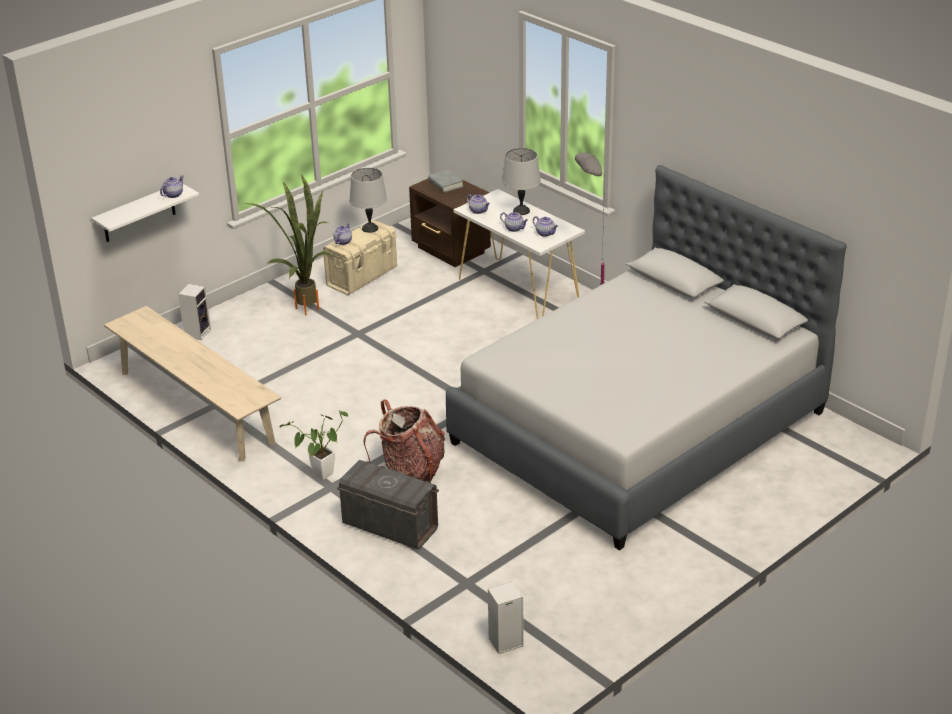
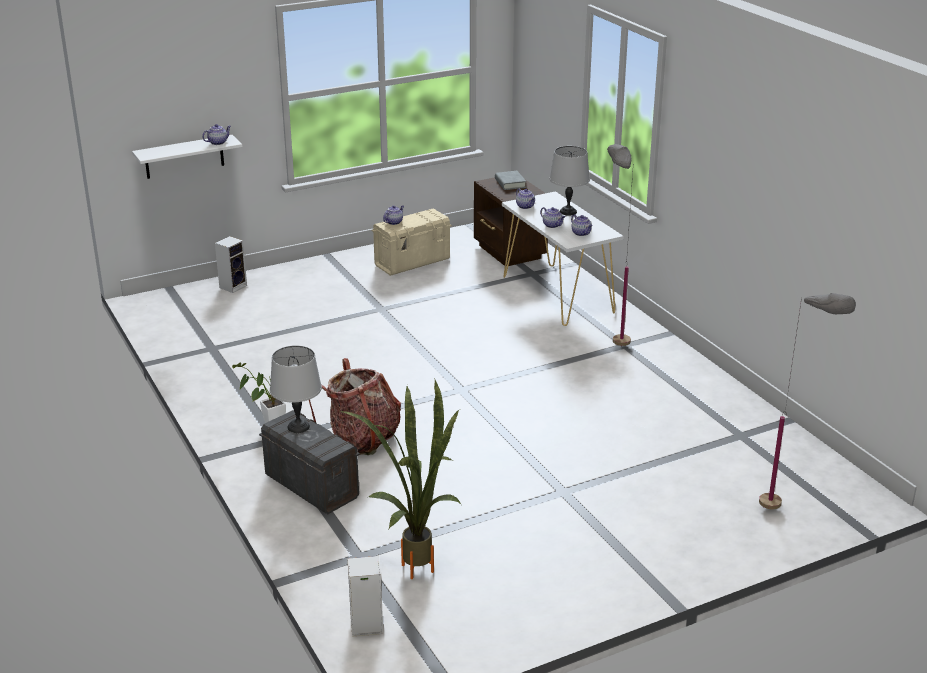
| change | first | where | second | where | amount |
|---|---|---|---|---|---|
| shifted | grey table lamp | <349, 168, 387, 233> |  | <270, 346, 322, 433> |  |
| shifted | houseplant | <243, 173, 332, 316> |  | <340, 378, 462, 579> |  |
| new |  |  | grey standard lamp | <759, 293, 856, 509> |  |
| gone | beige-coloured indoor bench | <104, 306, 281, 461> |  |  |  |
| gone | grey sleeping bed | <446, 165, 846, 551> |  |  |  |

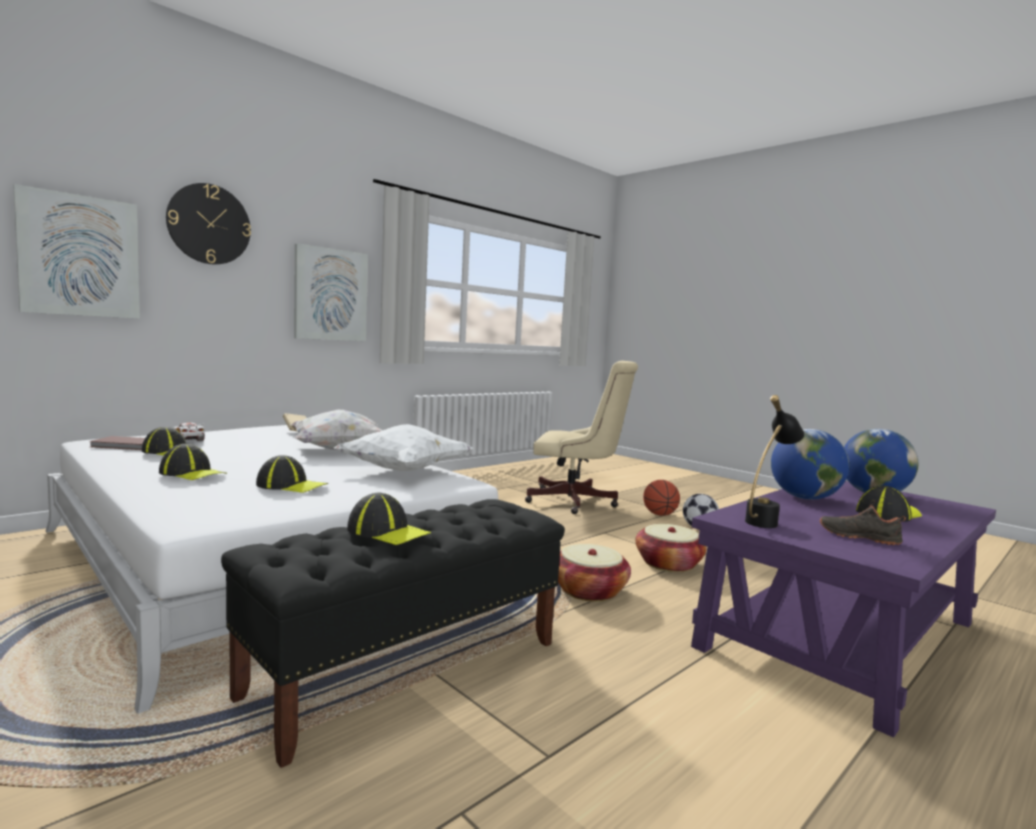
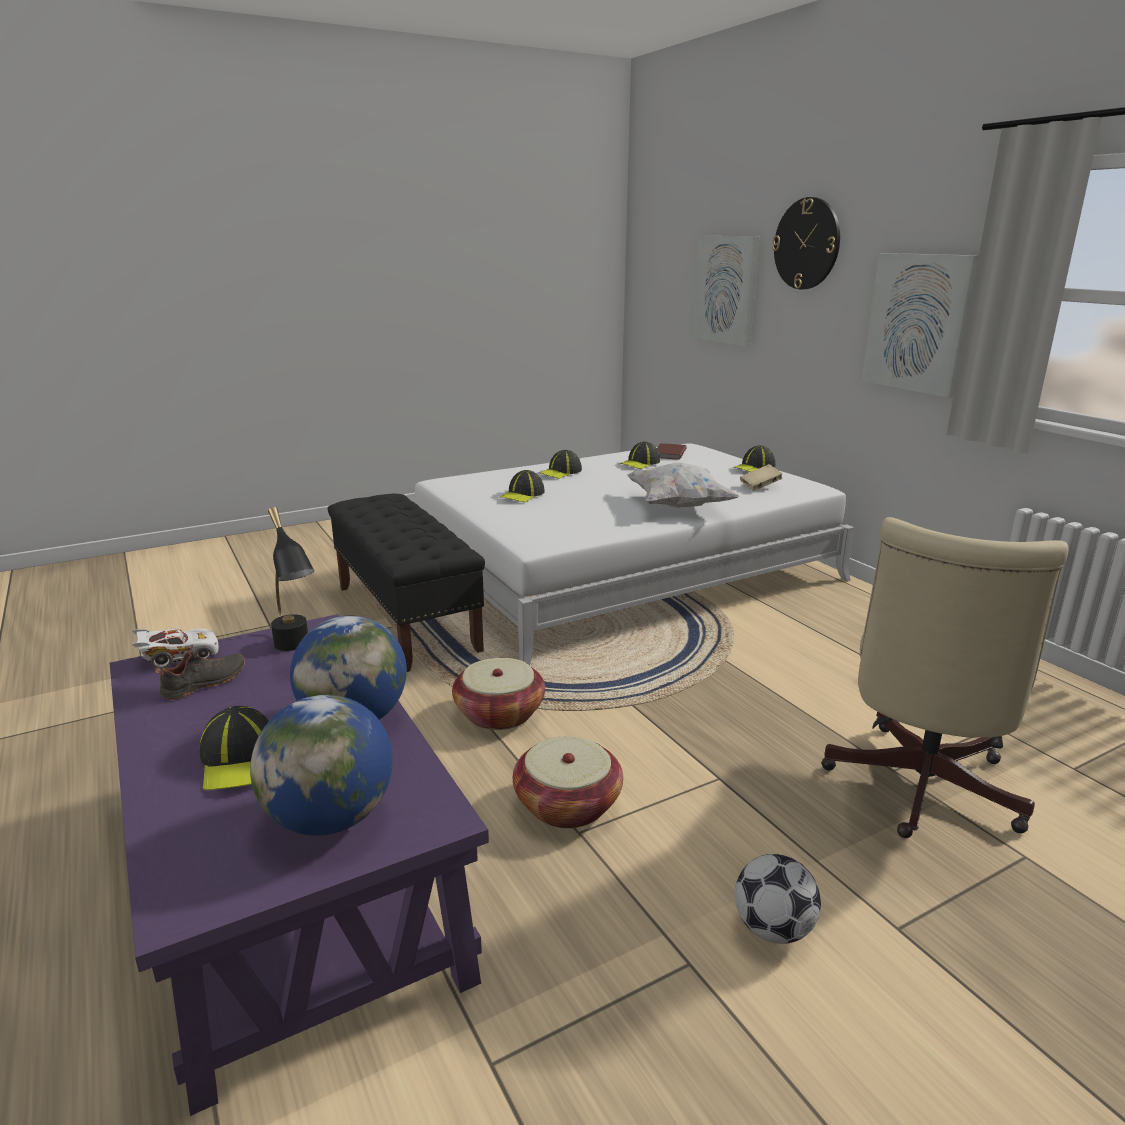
| change | first | where | second | where | amount |
|---|---|---|---|---|---|
| shifted | whitish miniature car | <173, 423, 205, 441> |  | <132, 628, 219, 669> |  |
| shifted | peaked cap | <347, 493, 431, 545> |  | <733, 445, 775, 472> |  |
| gone | whitish pillow | <333, 424, 474, 471> |  |  |  |
| gone | basketball | <643, 480, 680, 516> |  |  |  |

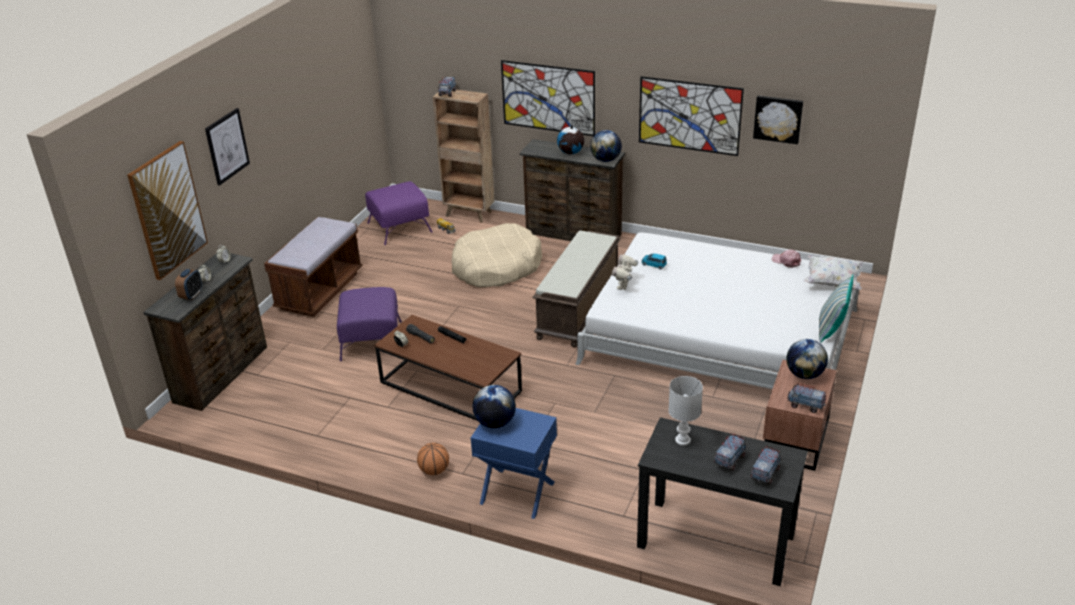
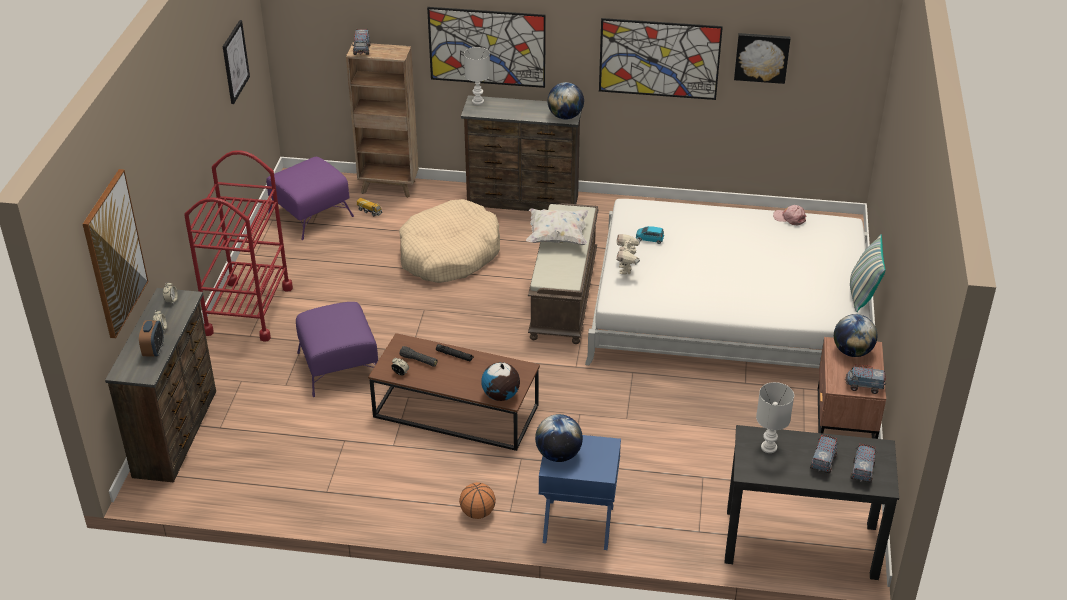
| change | first | where | second | where | amount |
|---|---|---|---|---|---|
| swapped | brown-coloured indoor bench | <264, 217, 363, 317> | reddish trolley | <184, 150, 293, 342> |  |
| shifted | picture | <205, 108, 250, 186> |  | <223, 20, 250, 104> |  |
| new |  |  | whitish table lamp | <464, 47, 490, 105> |  |
| shifted | desk globe | <557, 125, 584, 154> |  | <481, 362, 520, 401> |  |
| shifted | whitish pillow | <804, 255, 864, 290> |  | <526, 209, 589, 245> |  |

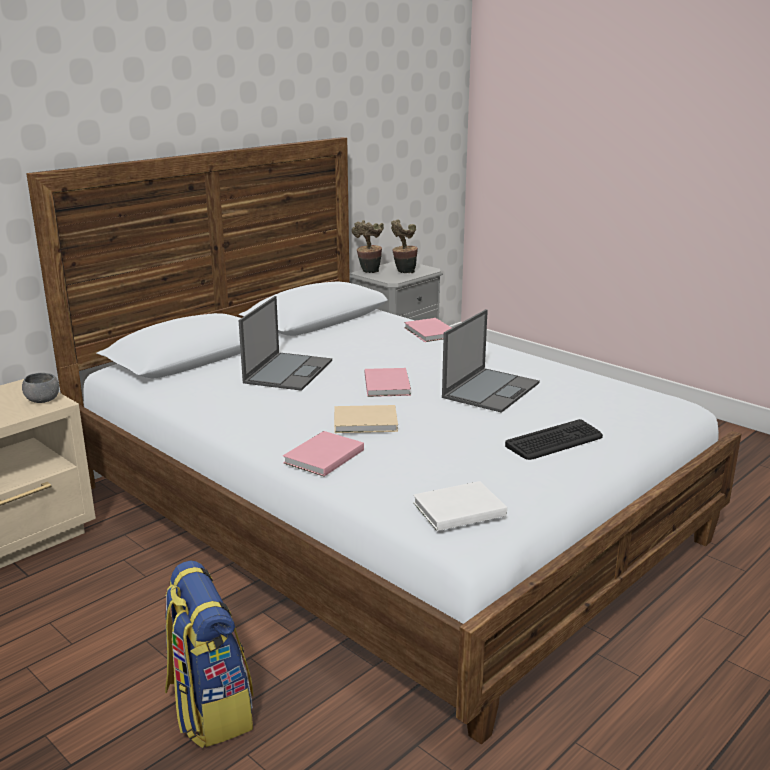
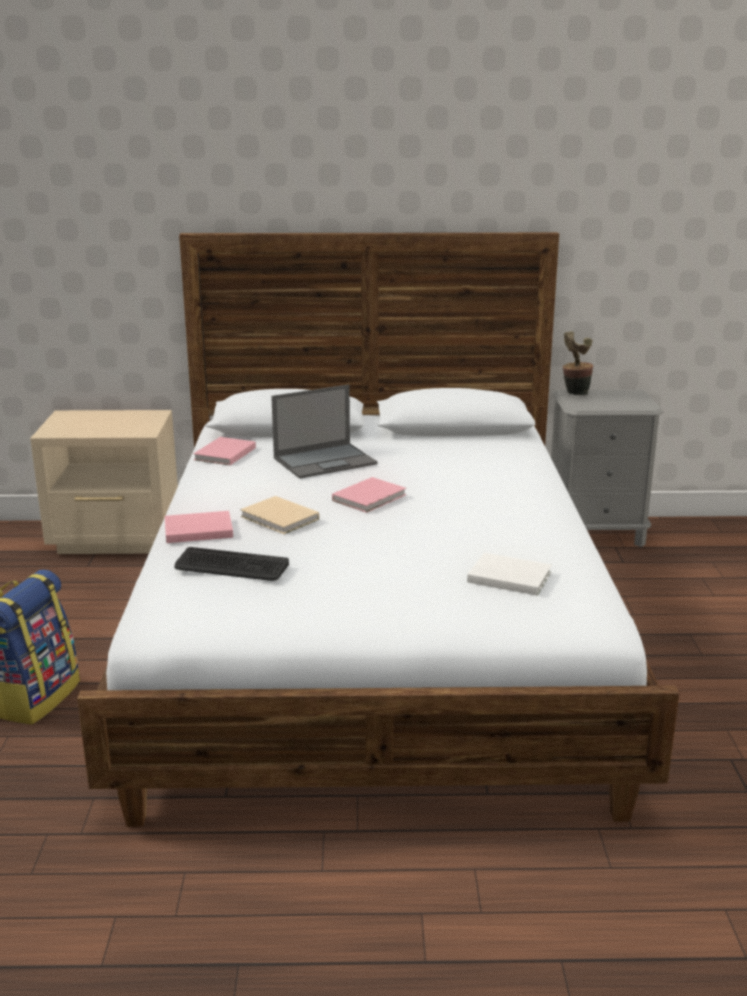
| change | first | where | second | where | amount |
|---|---|---|---|---|---|
| shifted | keyboard | <505, 419, 603, 460> |  | <175, 547, 289, 581> |  |
| shifted | pink-coloured volume | <404, 318, 451, 342> |  | <193, 437, 256, 465> |  |
| shifted | whitish volume | <413, 481, 507, 531> |  | <467, 553, 552, 596> |  |
| gone | grey bowl | <22, 373, 59, 403> |  |  |  |
| gone | houseplant | <391, 219, 418, 273> |  |  |  |
| gone | portable computer | <442, 309, 540, 413> |  |  |  |

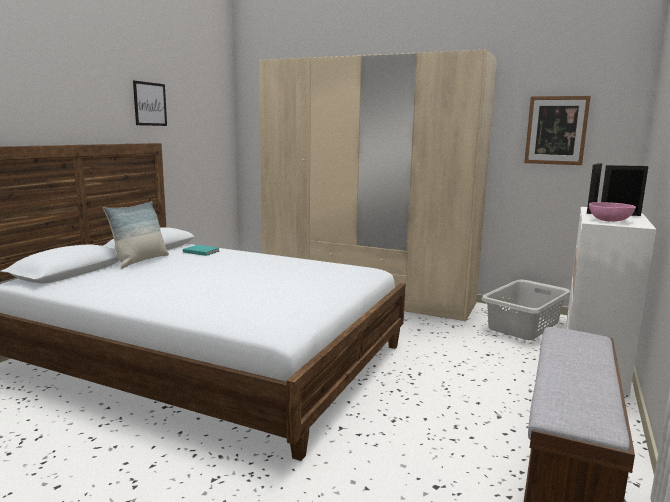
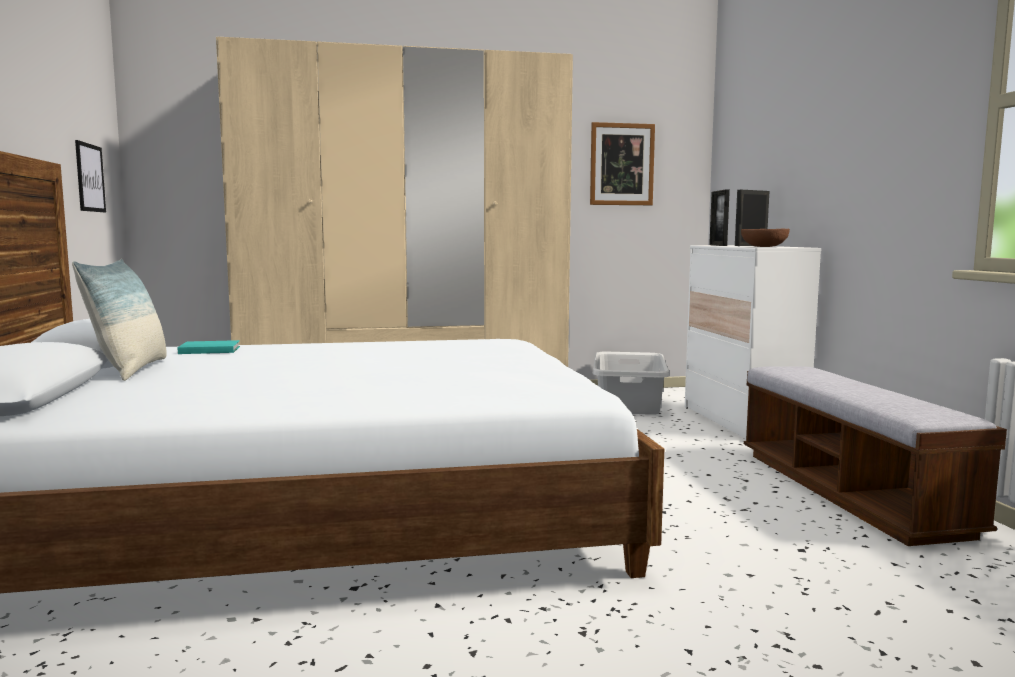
| change | first | where | second | where | amount |
|---|---|---|---|---|---|
| shifted | picture | <133, 81, 167, 126> |  | <75, 140, 106, 212> |  |
| repainted | pink-coloured bowl | <589, 202, 636, 222> | brown-coloured bowl | <741, 229, 790, 247> |  |

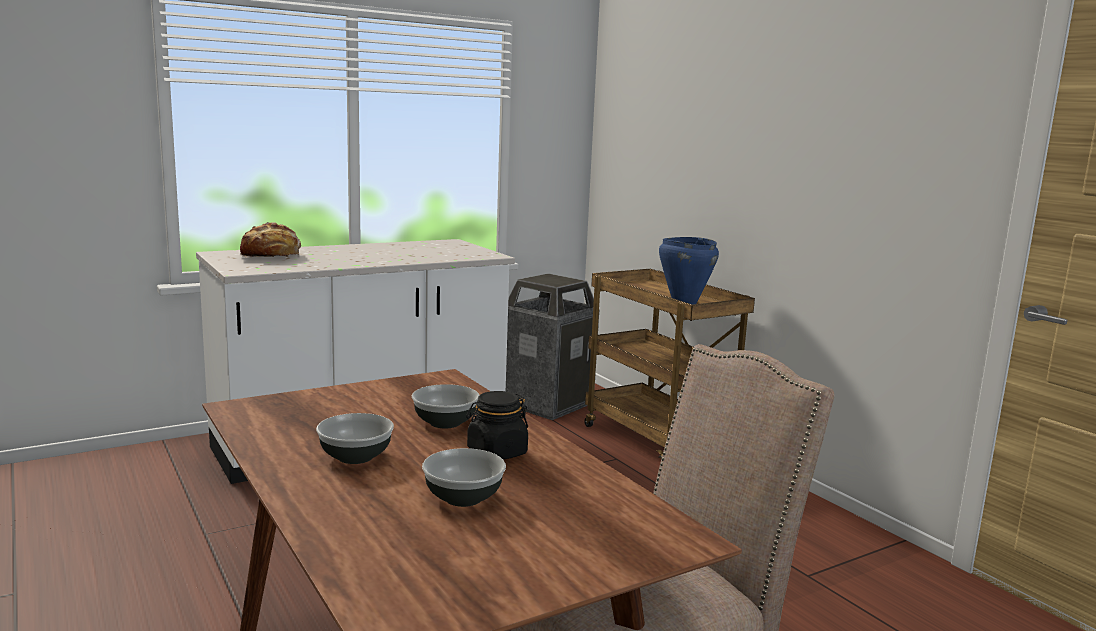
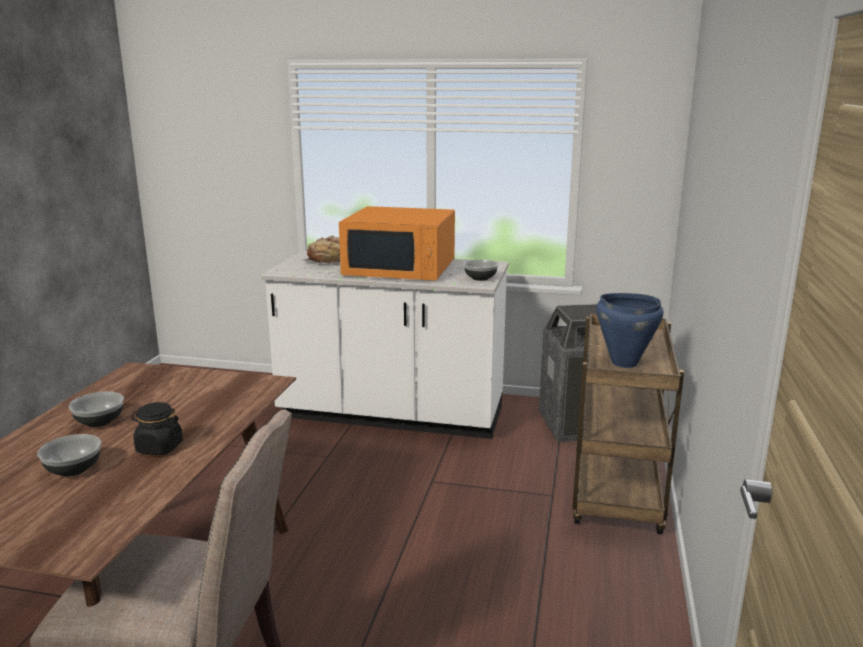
| change | first | where | second | where | amount |
|---|---|---|---|---|---|
| new |  |  | orange kitchen microwave | <339, 206, 455, 281> |  |
| shifted | bowl | <412, 384, 480, 429> |  | <463, 259, 499, 281> |  |

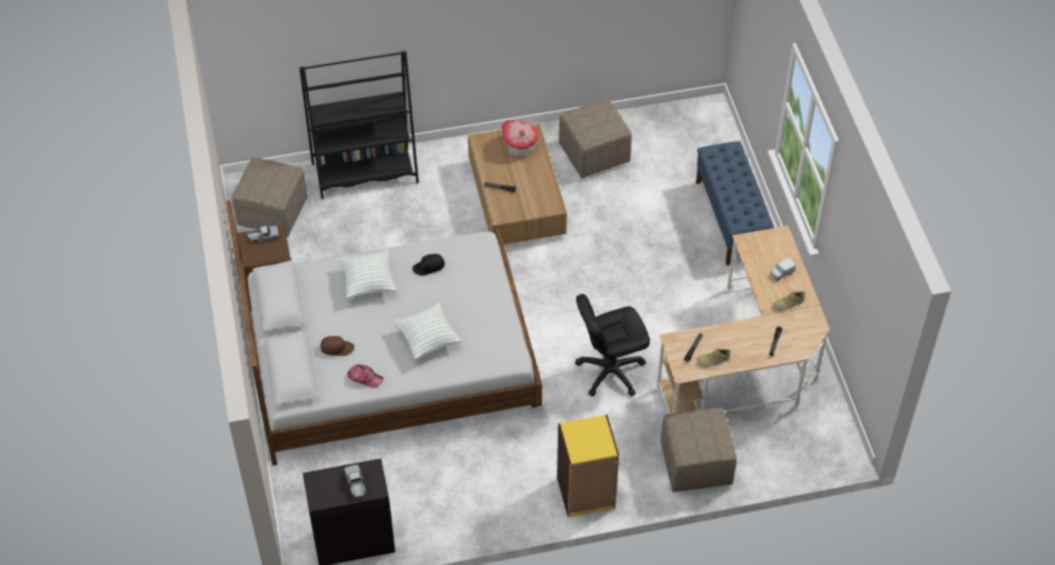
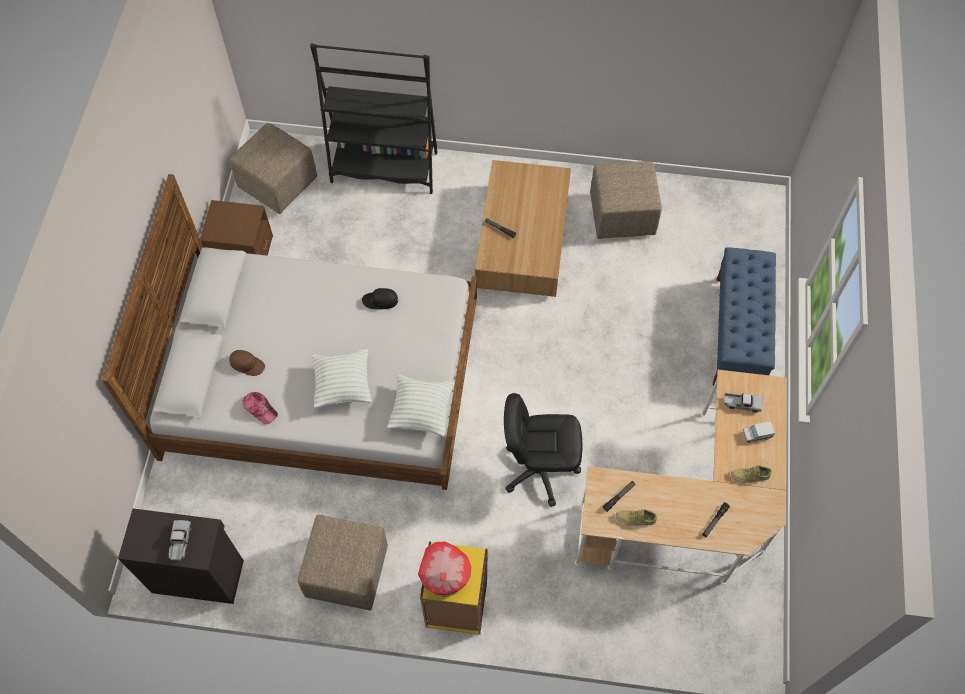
| change | first | where | second | where | amount |
|---|---|---|---|---|---|
| shifted | beige-coloured ottoman | <661, 408, 737, 492> |  | <298, 515, 388, 610> |  |
| shifted | pillow | <340, 250, 396, 298> |  | <387, 375, 454, 437> |  |
| shifted | model house | <502, 120, 538, 157> |  | <418, 541, 471, 597> |  |
| shifted | toy lorry | <247, 226, 279, 243> |  | <724, 393, 763, 413> |  |

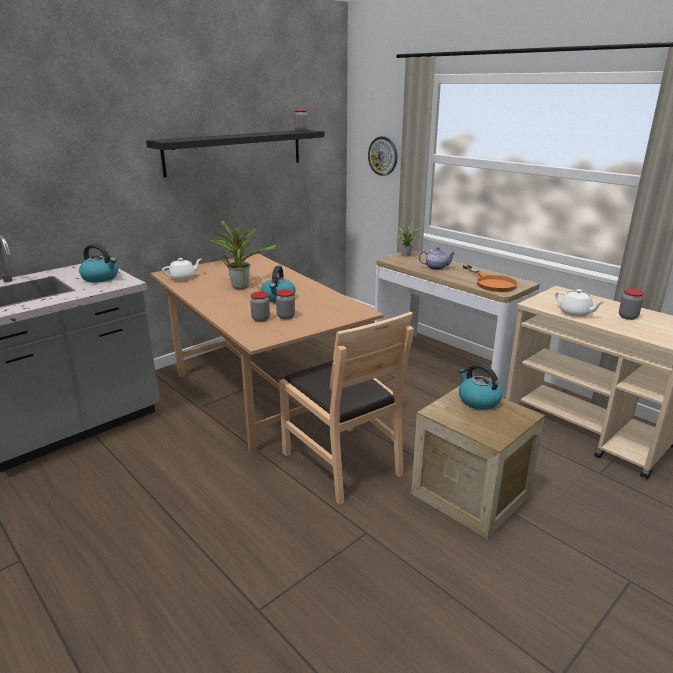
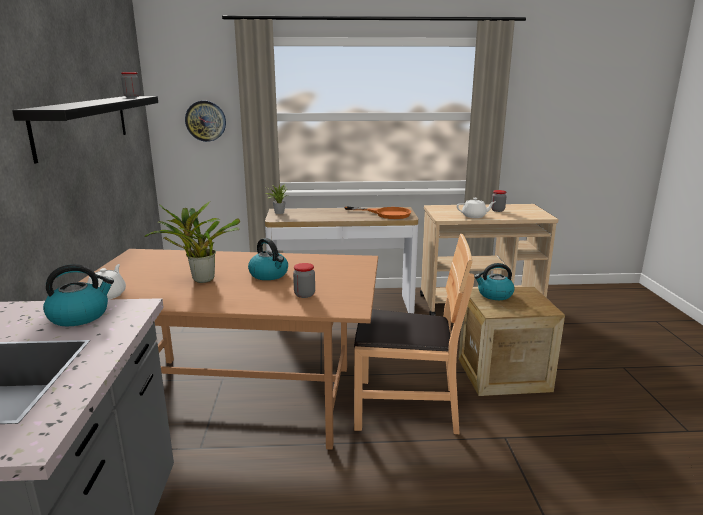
| change | first | where | second | where | amount |
|---|---|---|---|---|---|
| gone | storage jar | <276, 289, 295, 319> |  |  |  |
| gone | teapot | <419, 247, 455, 270> |  |  |  |

